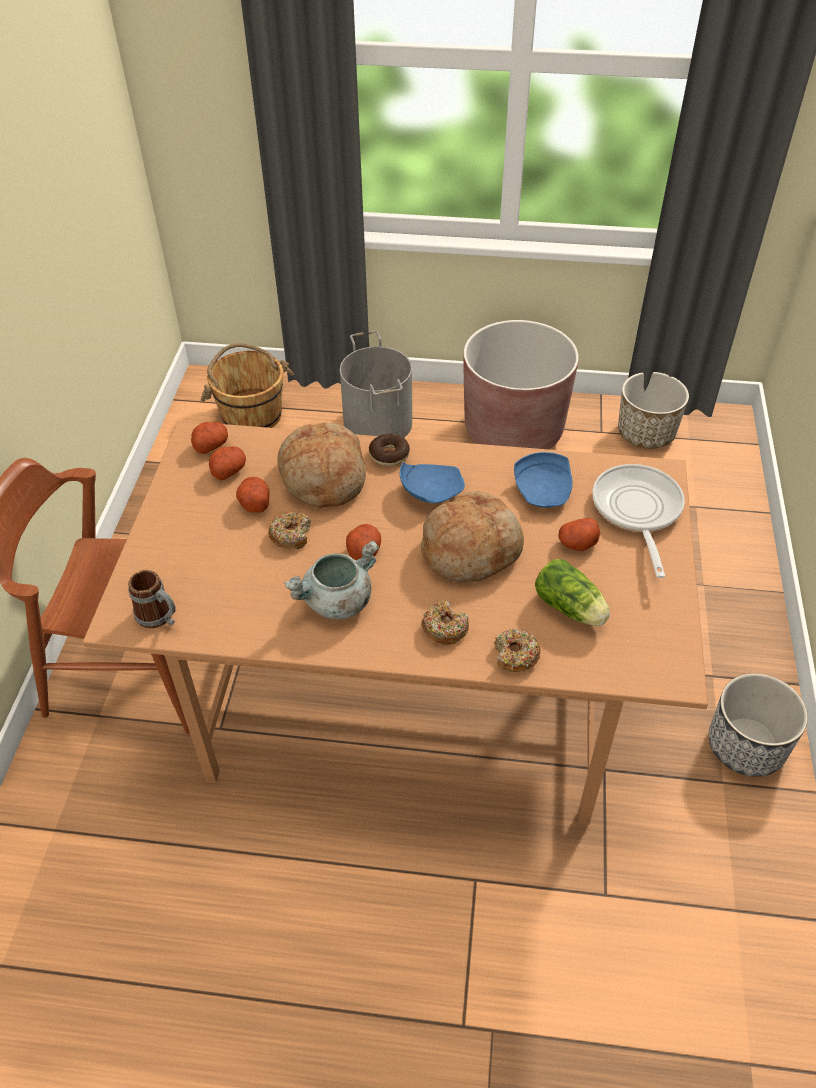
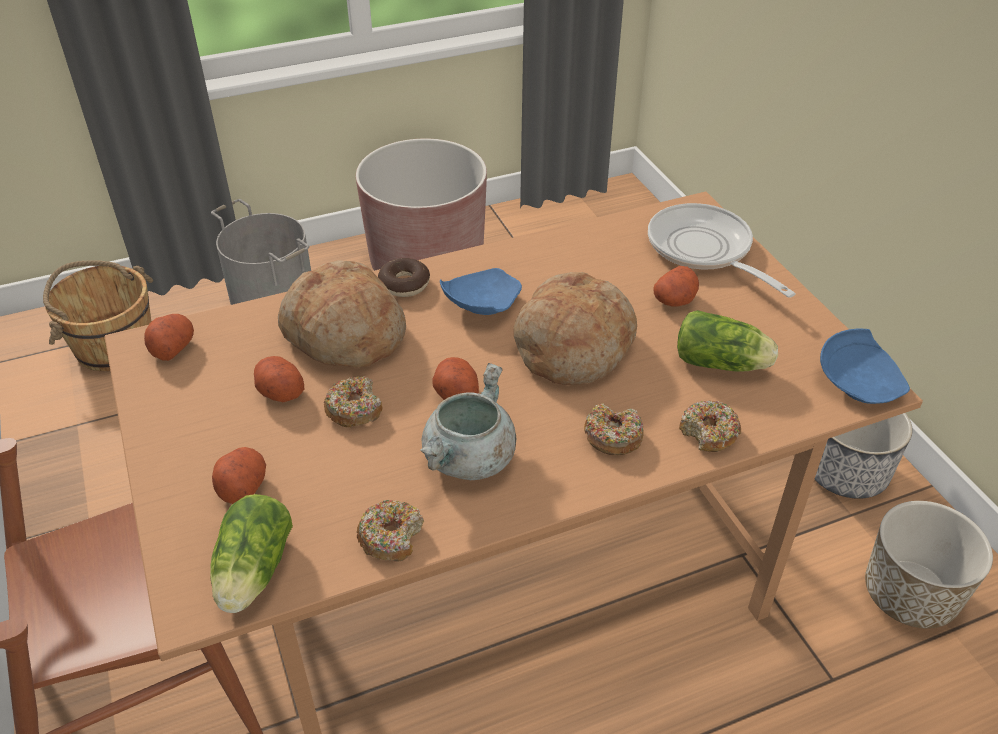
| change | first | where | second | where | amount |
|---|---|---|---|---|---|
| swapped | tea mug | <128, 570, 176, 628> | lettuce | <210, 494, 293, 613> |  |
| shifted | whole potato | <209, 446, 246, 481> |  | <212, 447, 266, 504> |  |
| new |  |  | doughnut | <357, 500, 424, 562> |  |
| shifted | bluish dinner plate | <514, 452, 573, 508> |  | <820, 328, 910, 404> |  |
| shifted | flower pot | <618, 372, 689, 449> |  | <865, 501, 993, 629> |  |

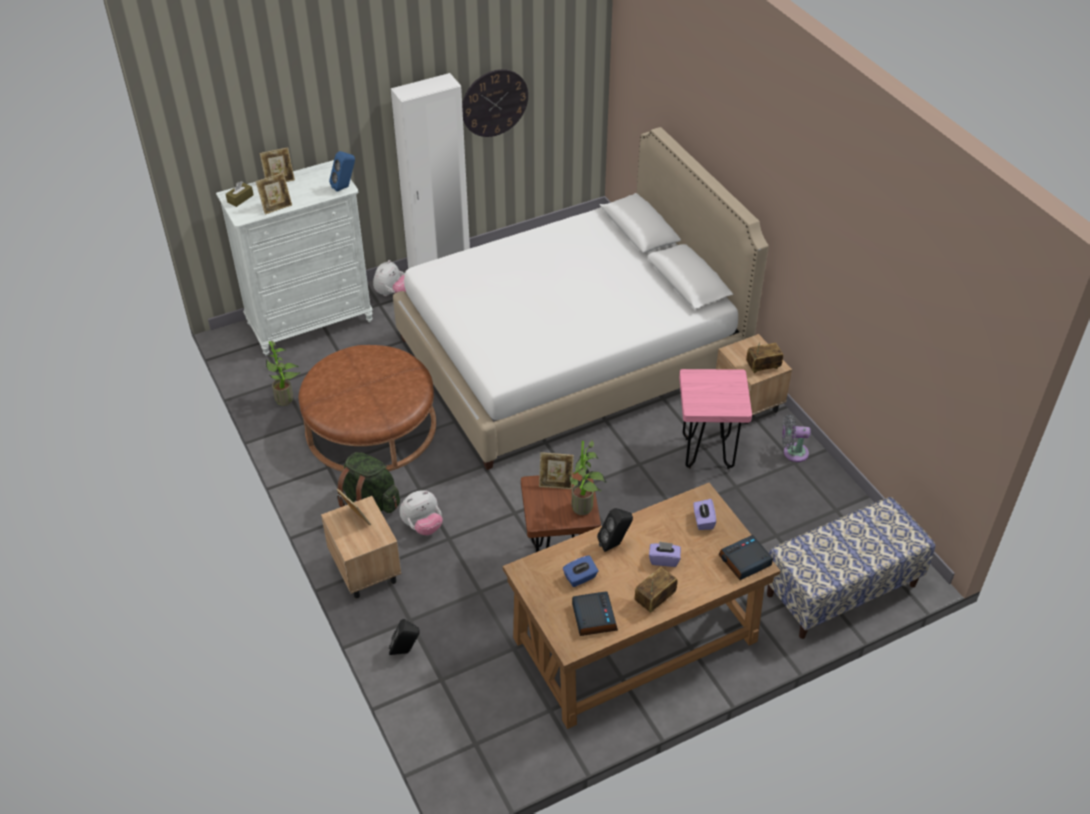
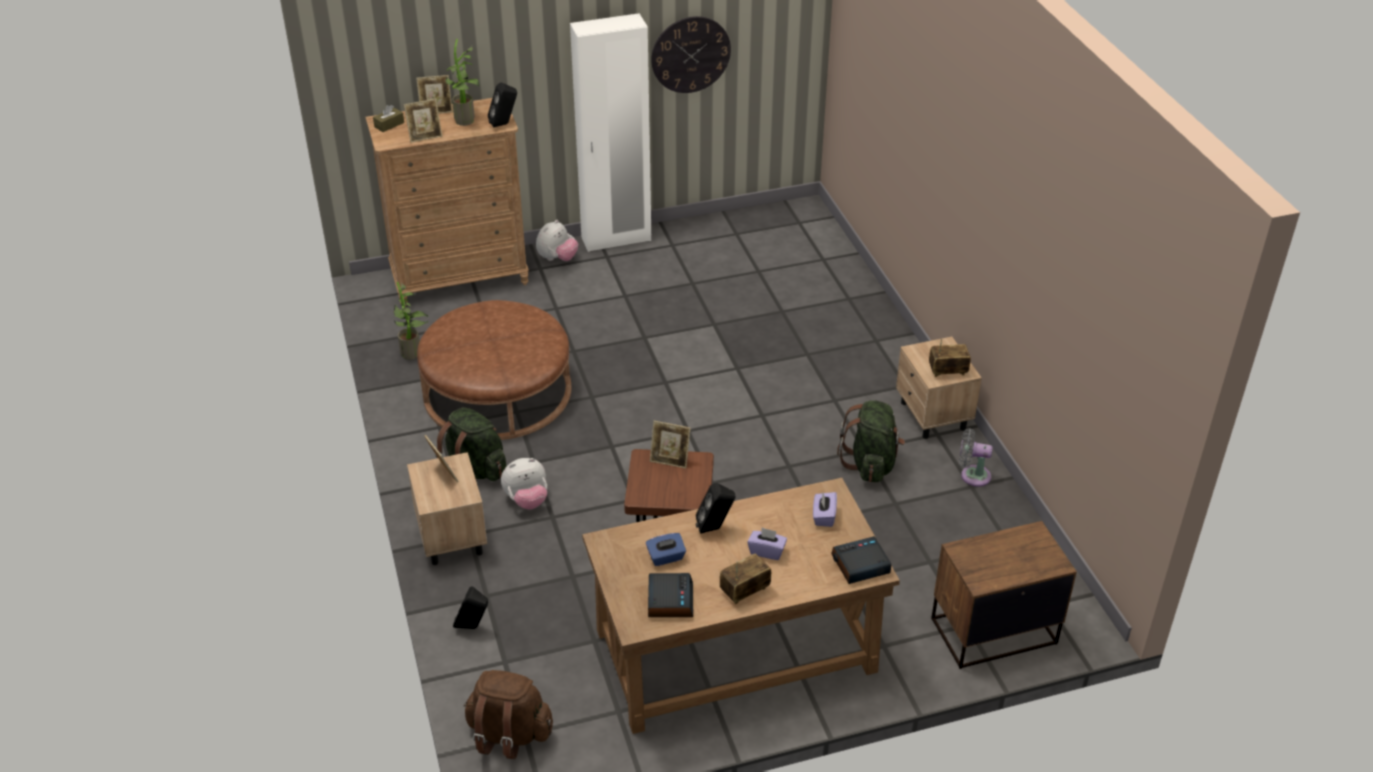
| change | first | where | second | where | amount |
|---|---|---|---|---|---|
| repainted | whitish drawer chest | <216, 160, 373, 356> | brown-coloured drawer chest | <365, 98, 529, 307> |  |
| shifted | houseplant | <569, 439, 607, 515> |  | <446, 39, 480, 126> |  |
| new |  |  | brown-coloured backpack | <464, 670, 553, 759> |  |
| repainted | bluish loudspeaker | <329, 151, 355, 192> | blackish loudspeaker | <488, 82, 517, 127> |  |
| swapped | pink-coloured stool | <679, 369, 752, 469> | green backpack | <837, 400, 905, 482> |  |
| swapped | indoor bench | <767, 497, 935, 639> | brown-coloured nightstand | <931, 521, 1077, 669> |  |
| gone | whitish sleeping bed | <393, 127, 769, 470> |  |  |  |

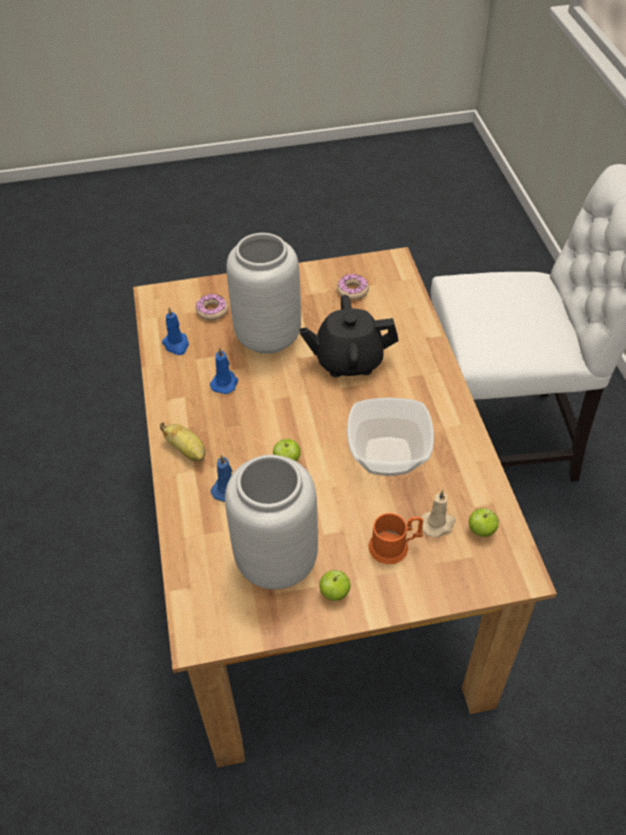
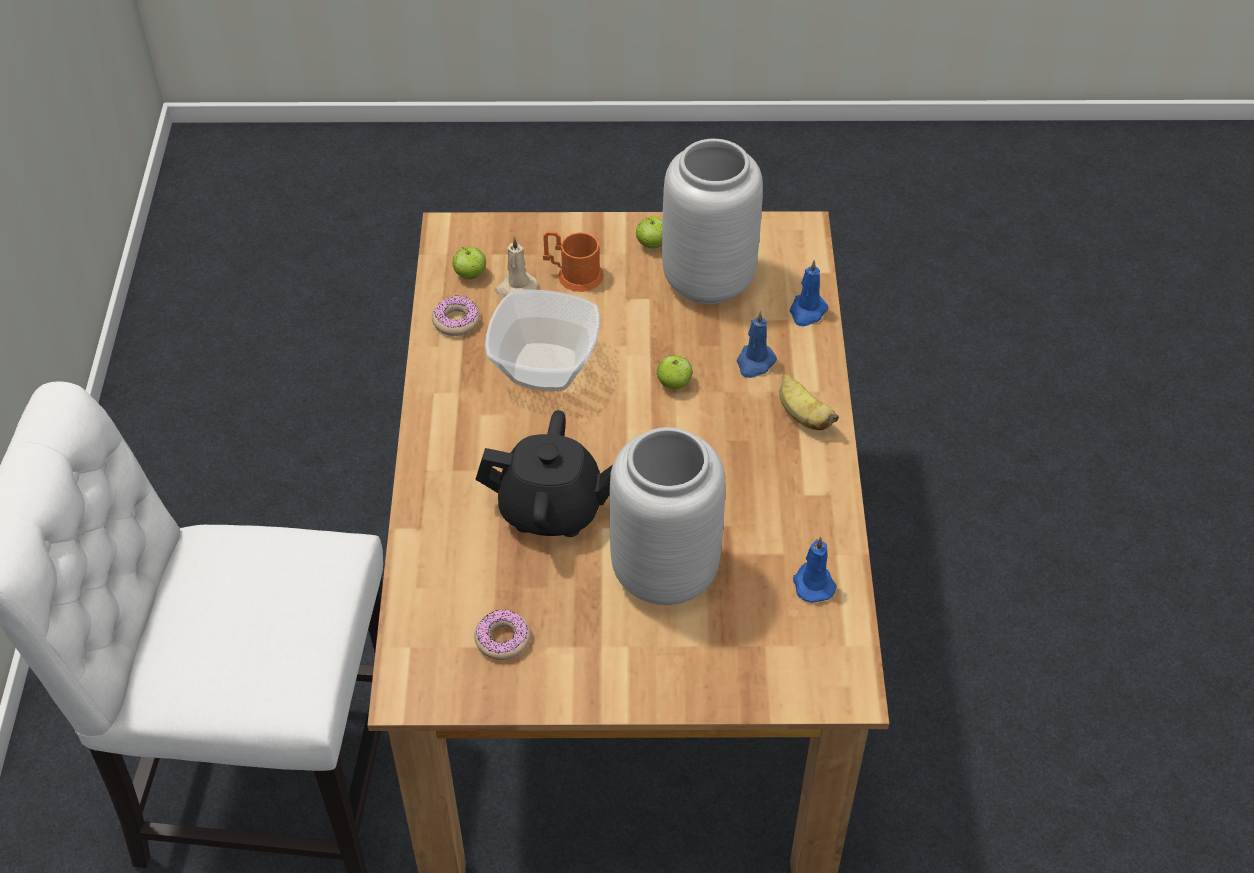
| change | first | where | second | where | amount |
|---|---|---|---|---|---|
| shifted | doughnut | <196, 294, 228, 320> |  | <432, 296, 480, 336> |  |
| shifted | bluish wax light | <210, 347, 238, 394> |  | <790, 260, 828, 326> |  |

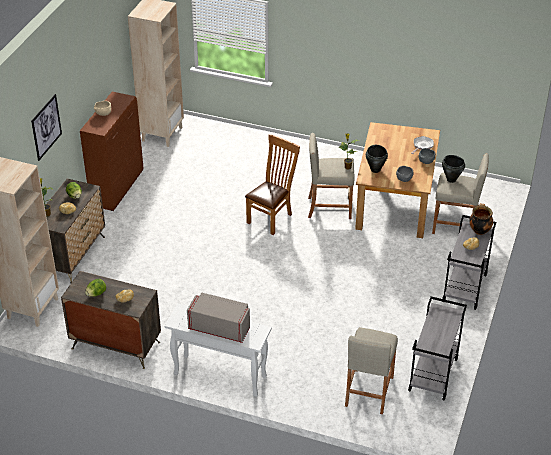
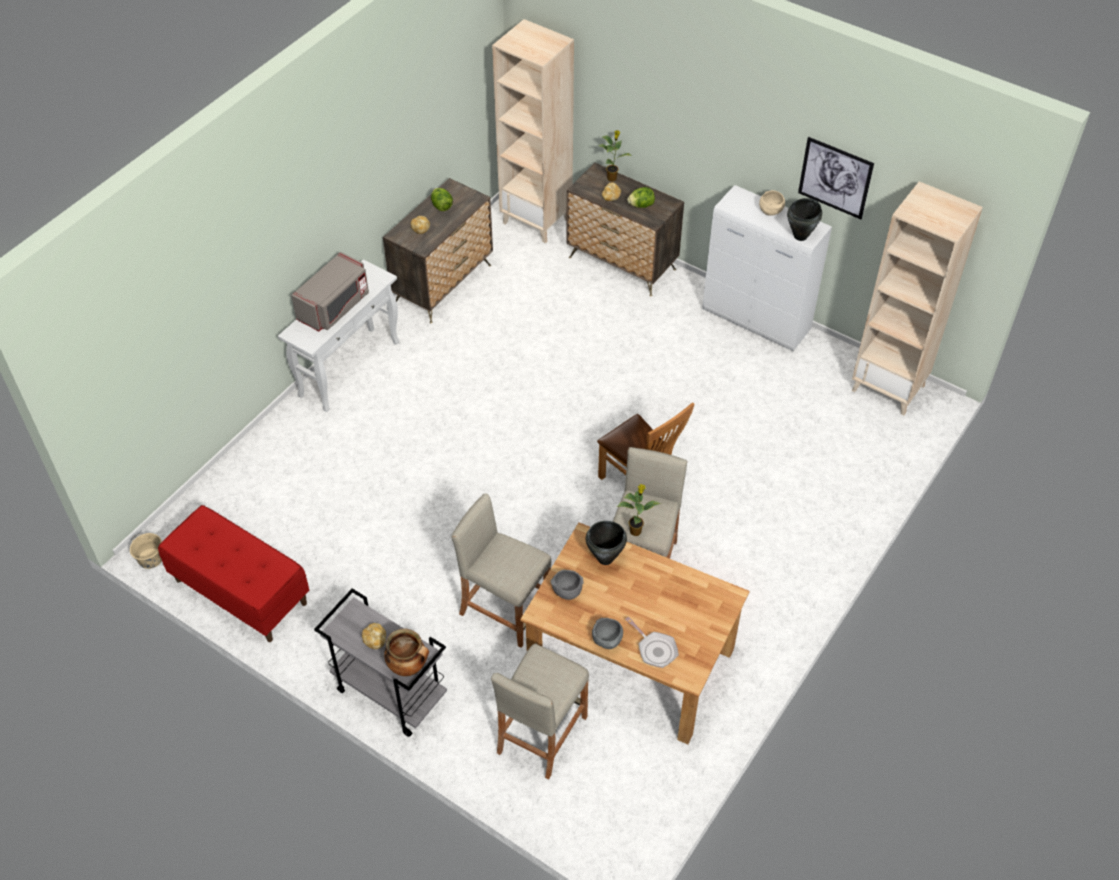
| change | first | where | second | where | amount |
|---|---|---|---|---|---|
| new |  |  | beige-coloured bucket | <130, 533, 162, 569> |  |
| swapped | grey trolley | <408, 296, 467, 400> | reddish indoor bench | <158, 505, 309, 642> |  |
| shifted | beige-coloured stool | <345, 327, 398, 414> |  | <451, 493, 551, 648> |  |
| repainted | brown-coloured cupboard | <80, 92, 144, 211> | whitish cupboard | <703, 185, 832, 351> |  |
| shifted | blackish stockpot | <442, 155, 465, 183> |  | <787, 198, 822, 241> |  |
| shifted | picture | <31, 94, 62, 161> |  | <798, 137, 874, 219> |  |

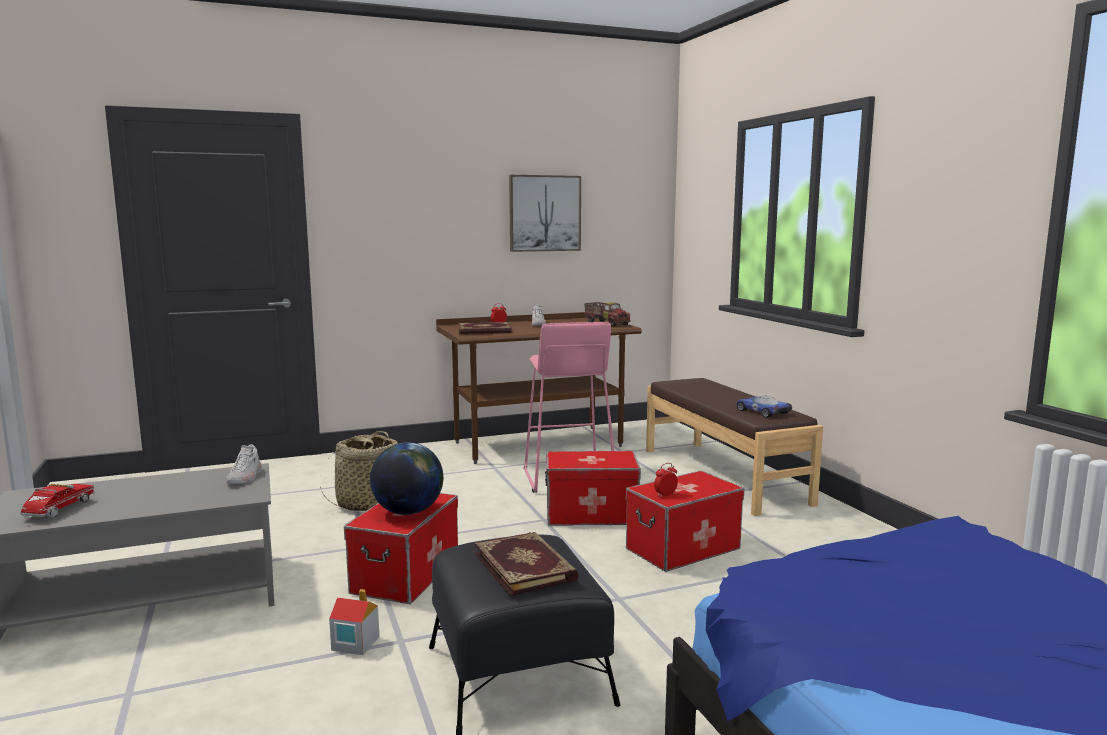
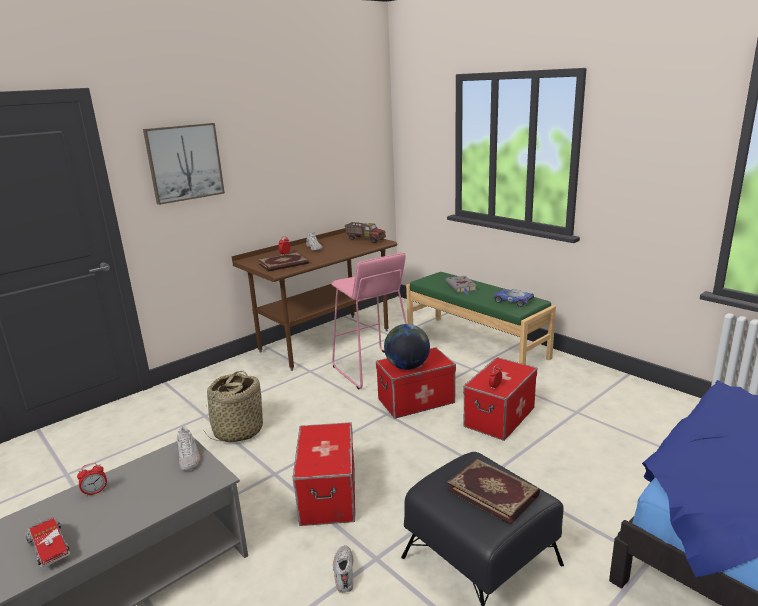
| change | first | where | second | where | amount |
|---|---|---|---|---|---|
| rotated | toy lorry | <19, 484, 95, 518> |  | <25, 517, 70, 568> | 150 degrees clockwise |
| new |  |  | alarm clock | <77, 463, 107, 497> |  |
| shifted | picture | <509, 175, 581, 252> |  | <143, 123, 225, 205> |  |
| swapped | model house | <329, 589, 379, 655> | whitish shoe | <333, 545, 353, 593> |  |
| shifted | desk globe | <370, 442, 443, 515> |  | <384, 324, 430, 370> |  |
| repainted | brown-coloured indoor bench | <646, 378, 823, 516> | green indoor bench | <406, 272, 556, 365> |  |
| new |  |  | grey volume | <446, 276, 477, 295> |  |

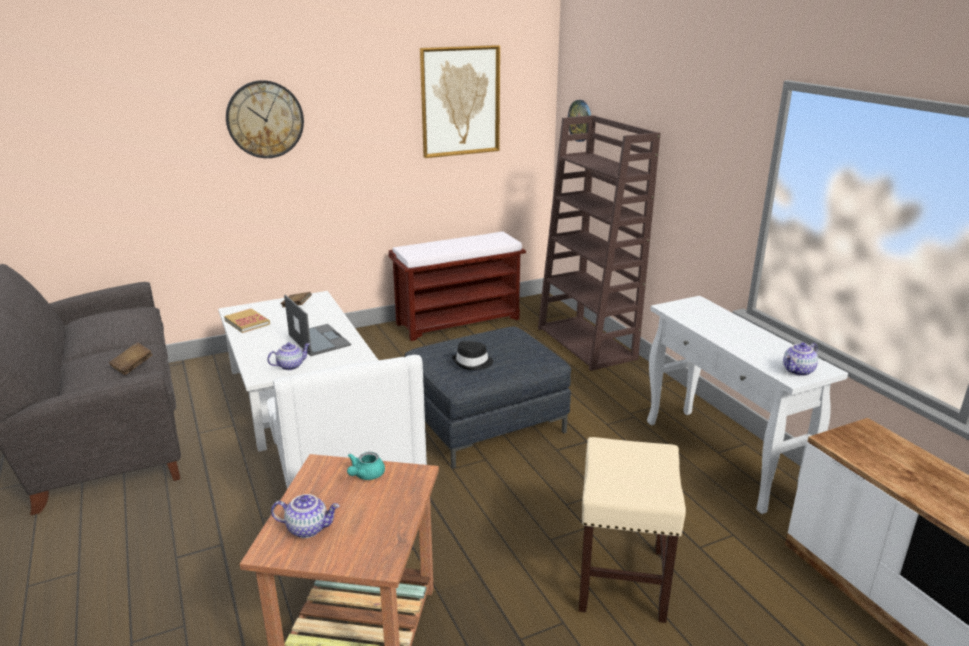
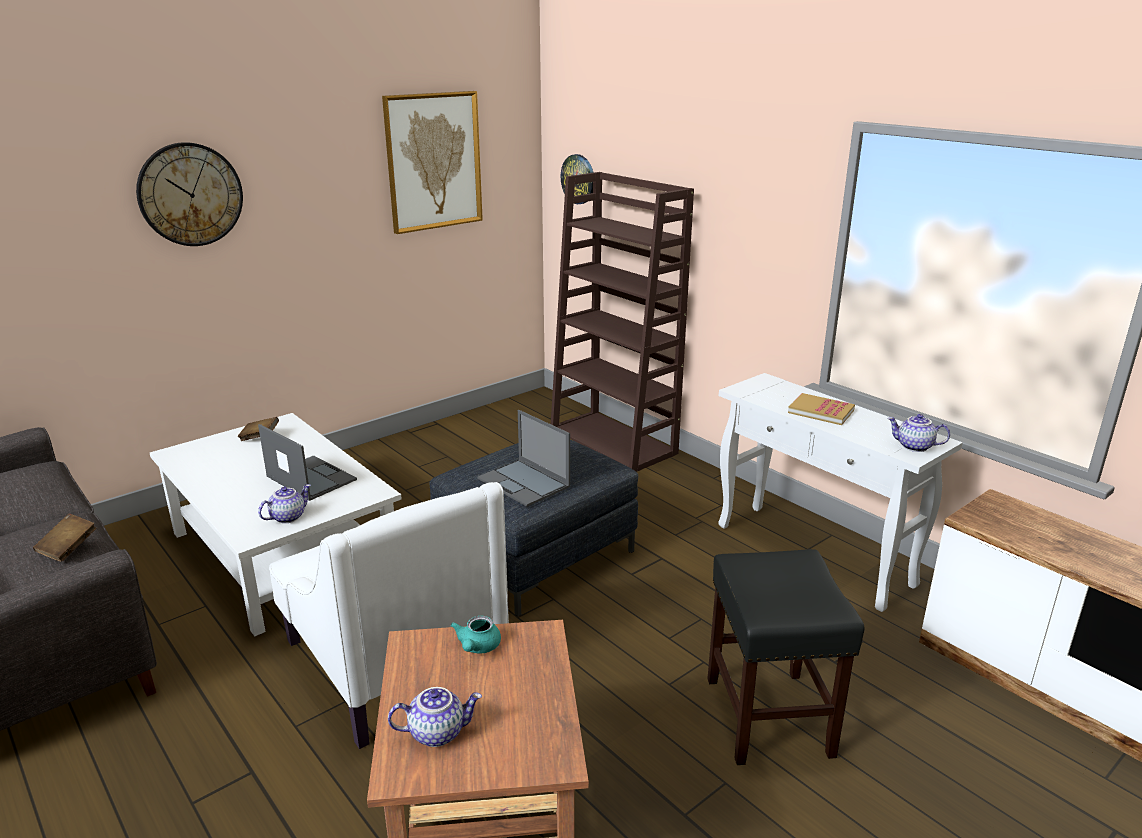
| change | first | where | second | where | amount |
|---|---|---|---|---|---|
| swapped | blackish clothing hat | <452, 341, 494, 370> | portable computer | <478, 410, 570, 507> |  |
| repainted | beige-coloured stool | <579, 437, 686, 623> | blackish stool | <707, 549, 864, 765> |  |
| shifted | volume | <224, 309, 270, 333> |  | <788, 393, 855, 425> |  |
| rotated | teapot | <783, 342, 818, 376> |  | <887, 414, 950, 452> | 75 degrees clockwise |
| gone | brown-coloured indoor bench | <388, 231, 526, 341> |  |  |  |

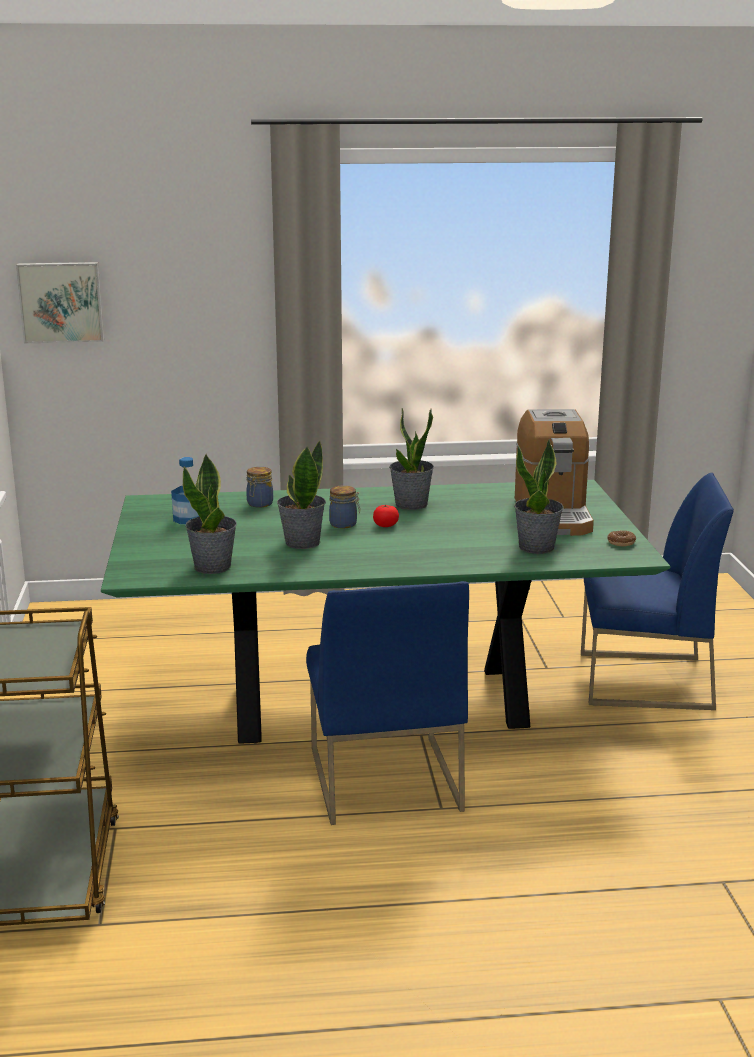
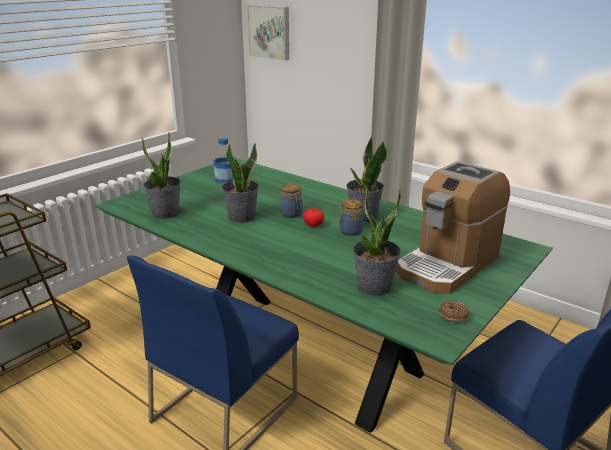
| change | first | where | second | where | amount |
|---|---|---|---|---|---|
| shifted | storage jar | <246, 467, 273, 507> |  | <338, 199, 363, 236> |  |

